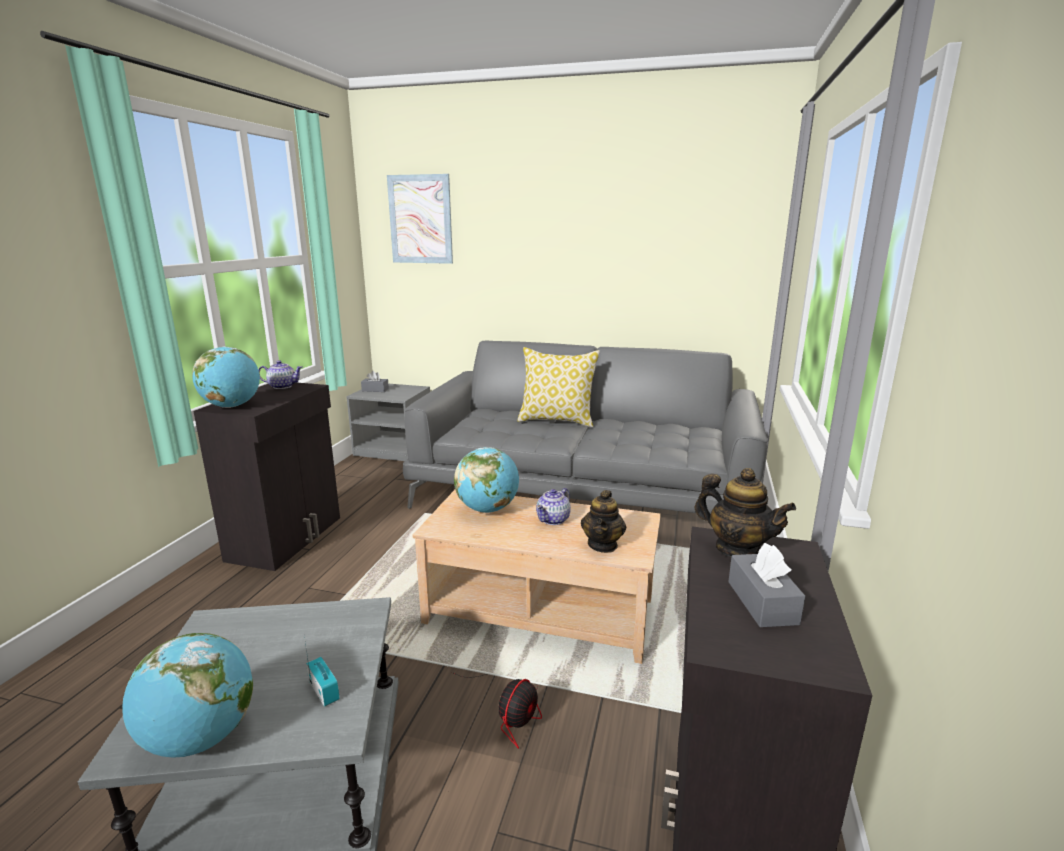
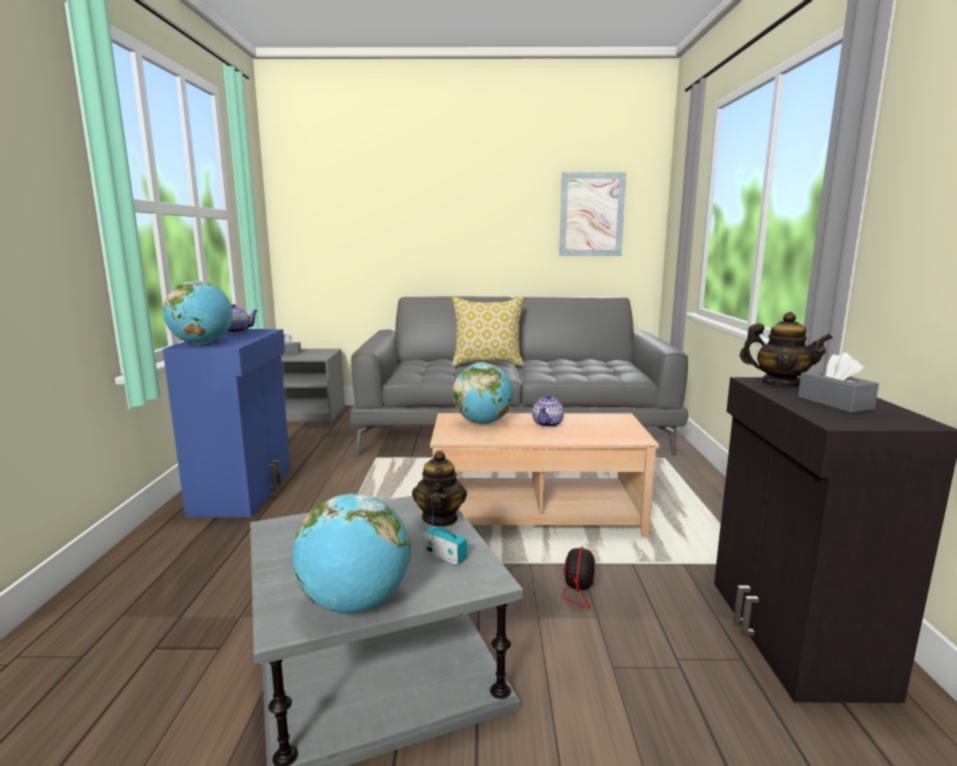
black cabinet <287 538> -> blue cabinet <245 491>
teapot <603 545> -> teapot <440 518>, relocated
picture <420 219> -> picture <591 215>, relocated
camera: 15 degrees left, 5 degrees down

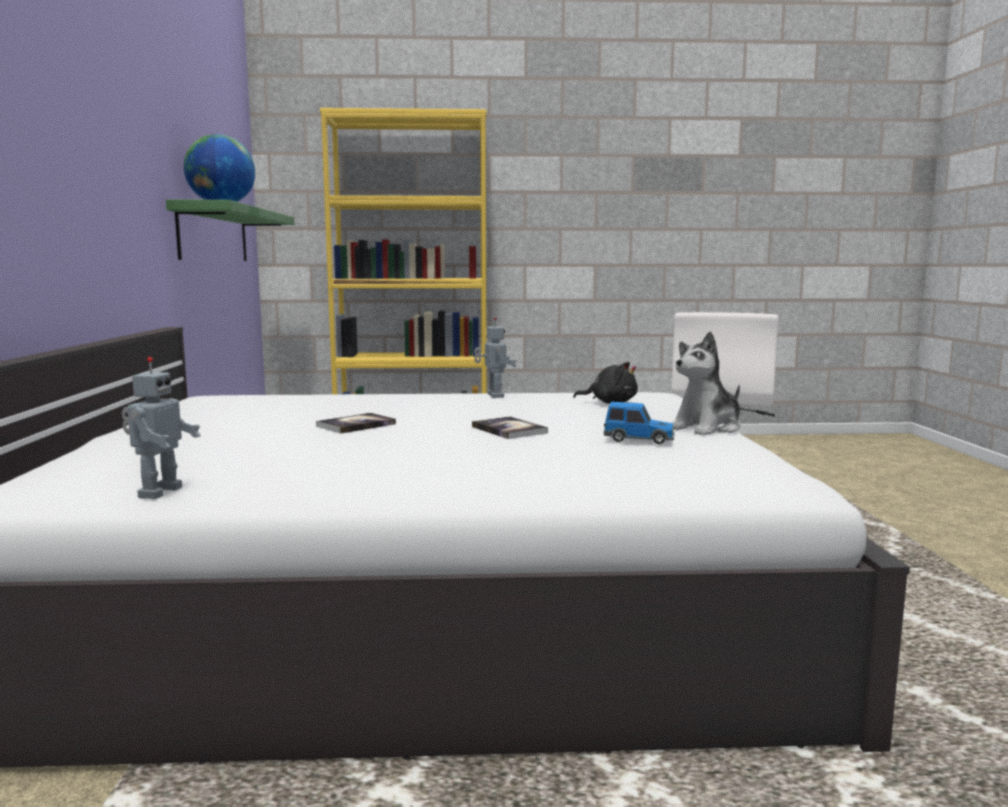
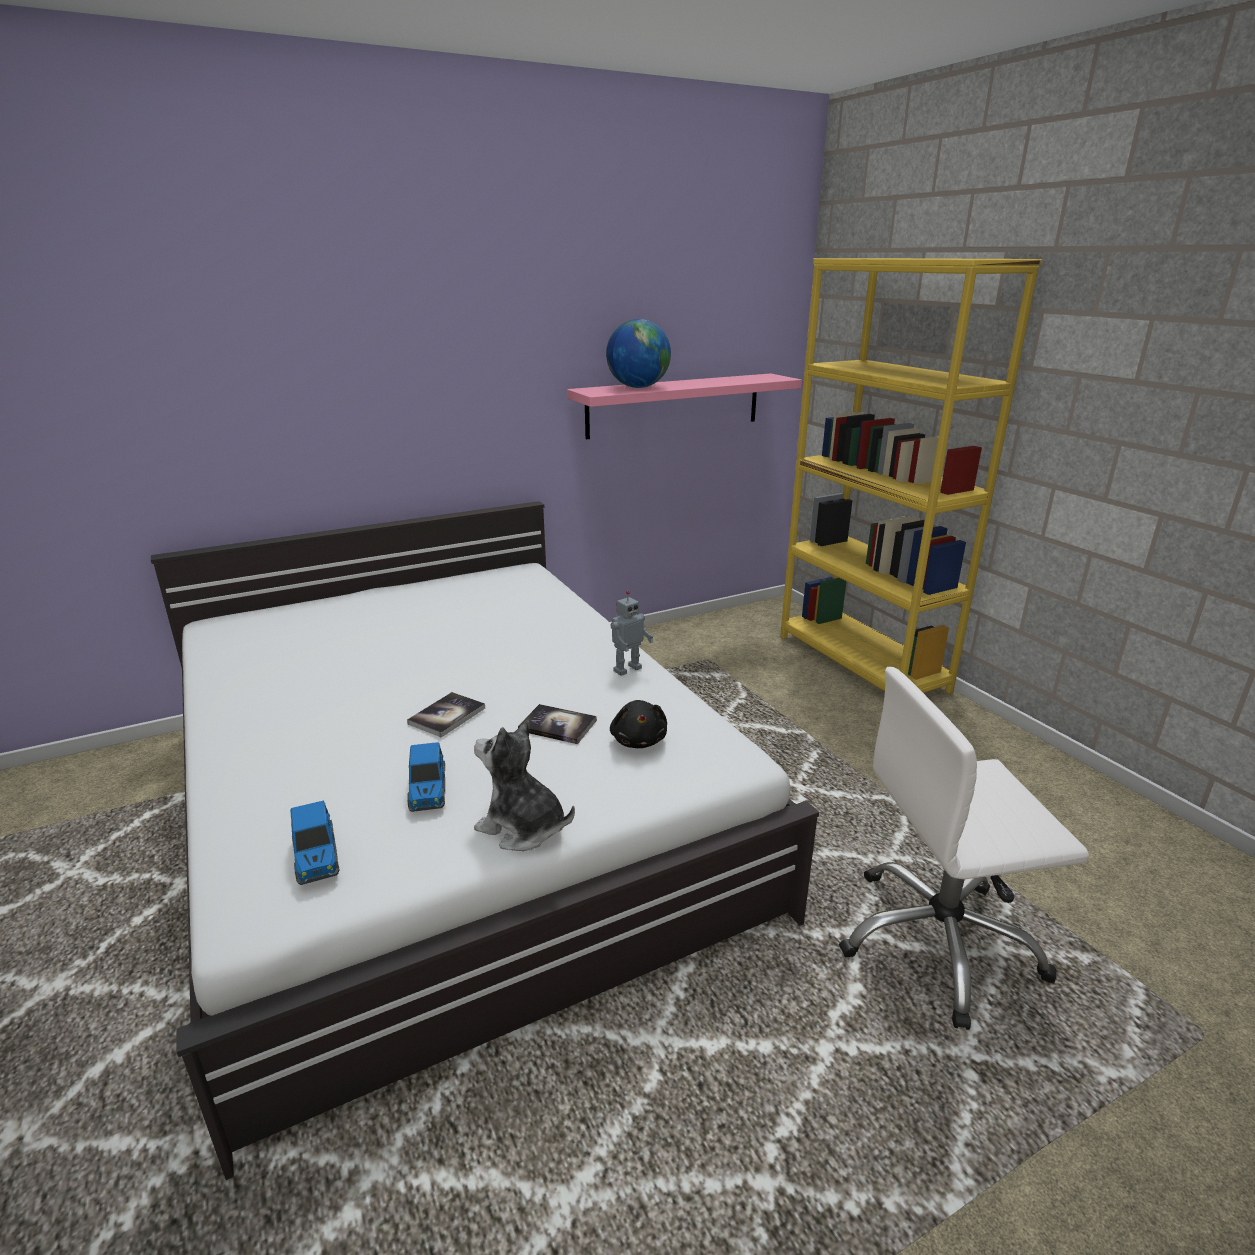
none -> toy car <316 858>
book <356 425> -> book <557 725>, relocated
green shelf <214 235> -> pink shelf <674 405>
toy robot <158 492> -> none
camera: 65 degrees right, 15 degrees up

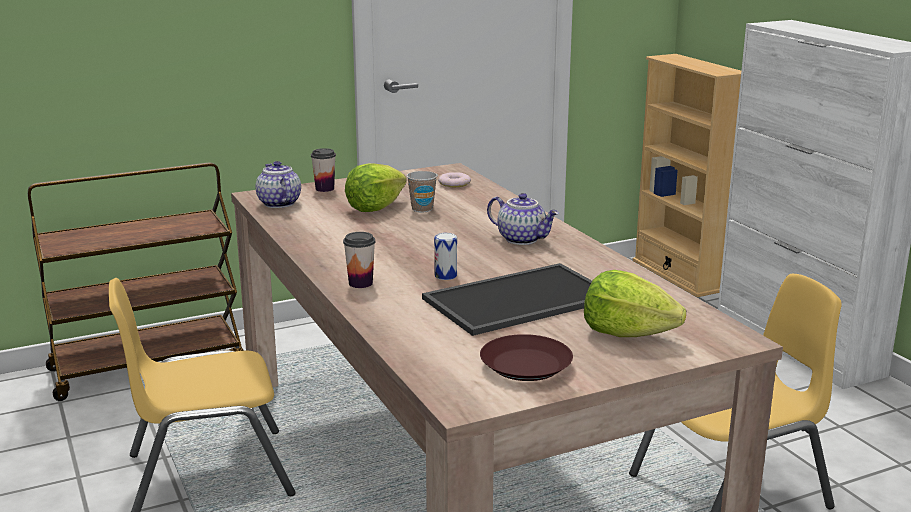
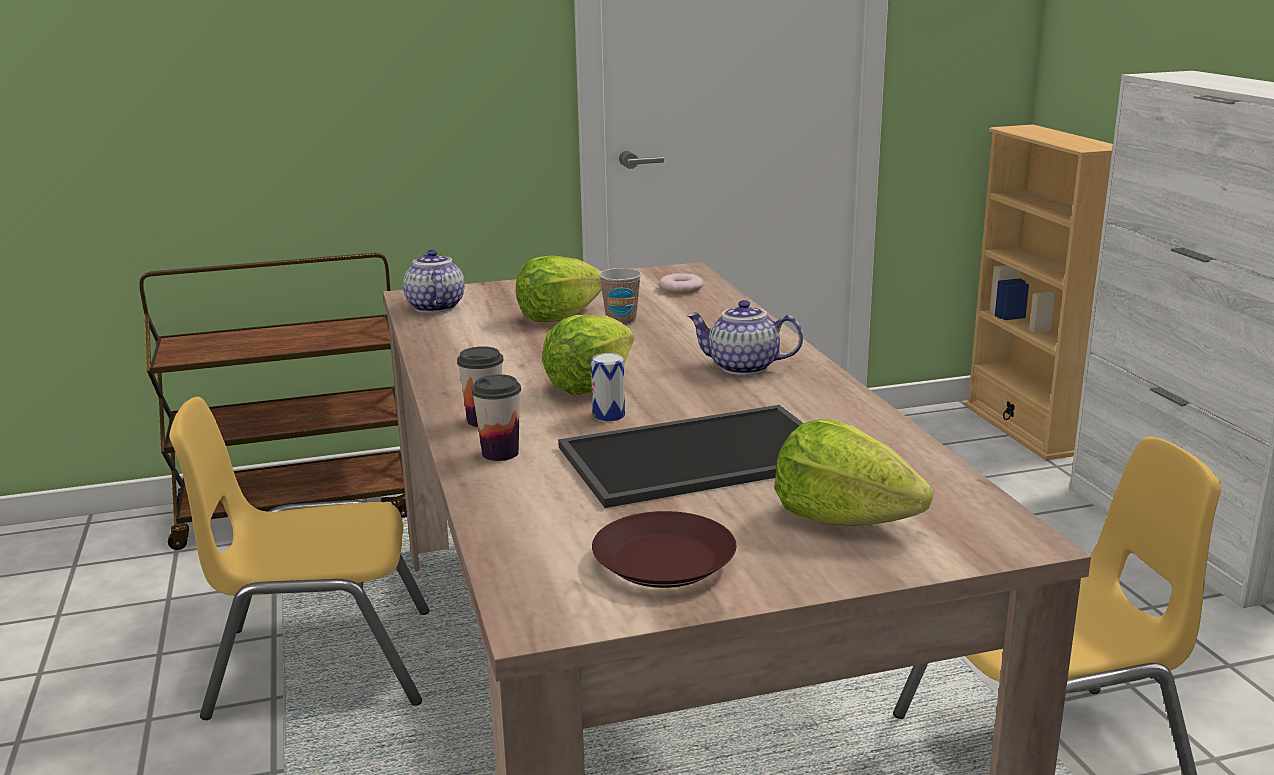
cup <324 189> -> cup <500 453>, relocated
none -> lettuce <590 385>
teapot <522 239> -> teapot <742 368>, 150 degrees clockwise
camera: 10 degrees right, 0 degrees up

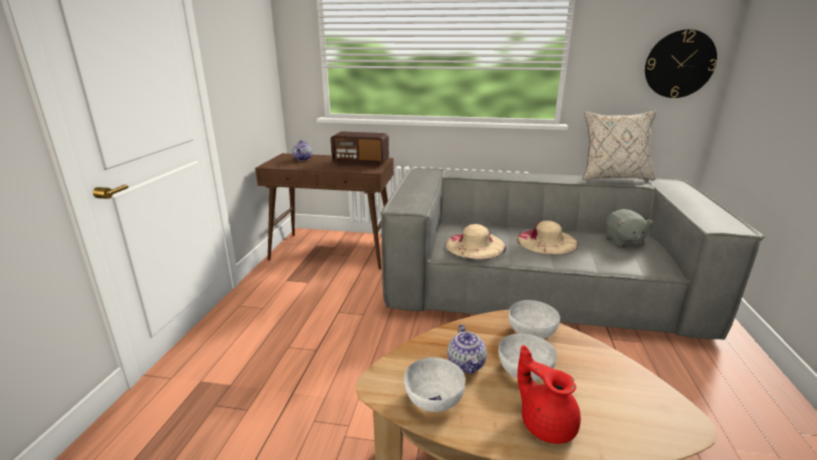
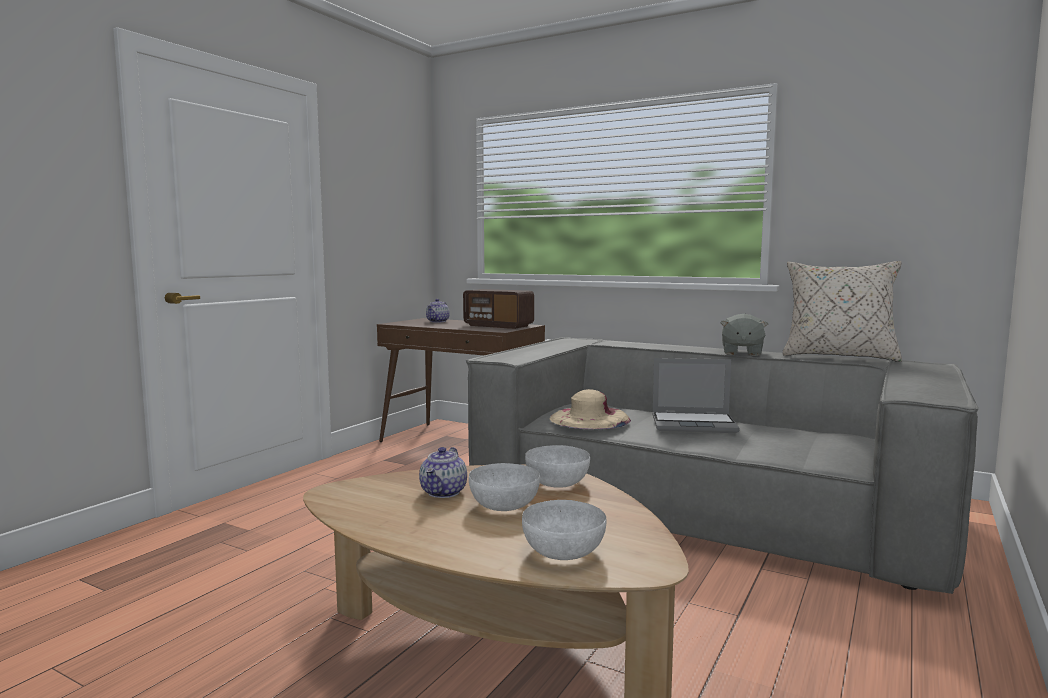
white bowl <434 398> -> white bowl <564 551>, relocated
beige hat <546 241> -> laptop <694 424>
grey plush toy <623 240> -> grey plush toy <741 353>, relocated
red teapot <546 423> -> none
wall clock <679 64> -> none
camera: 20 degrees right, 15 degrees down

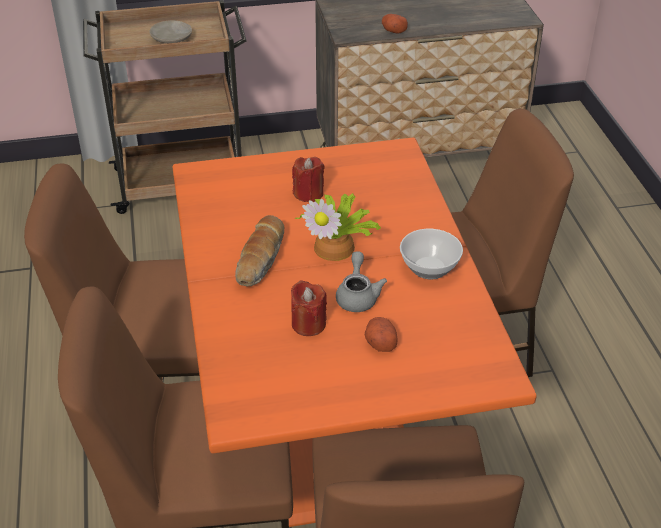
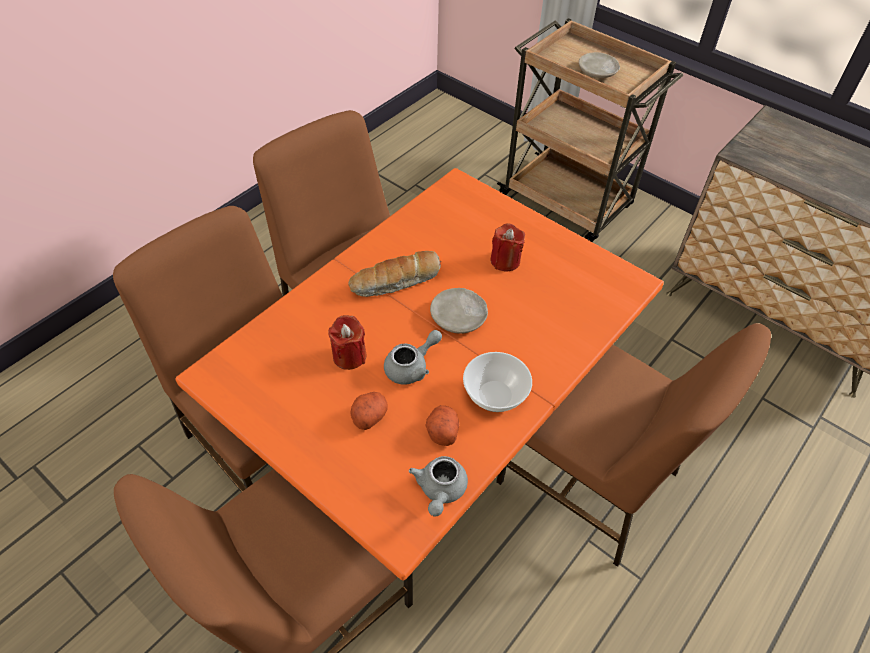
none -> grey teapot <440 491>
potato <393 30> -> potato <442 431>, relocated
potted plant <336 246> -> beige plate <459 317>
camera: 50 degrees right, 10 degrees up

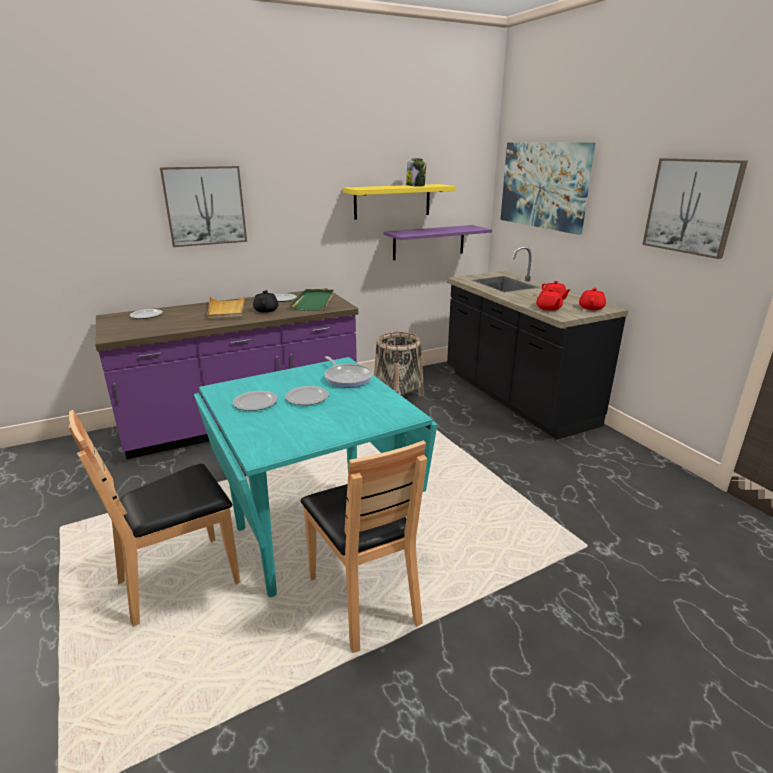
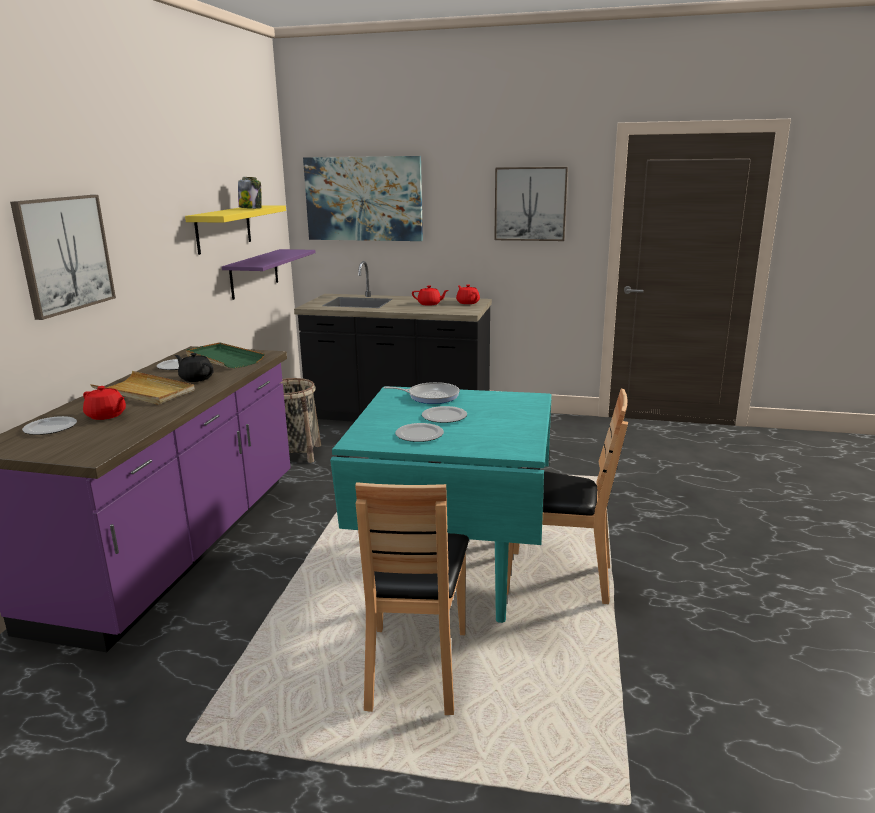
red teapot <548 308> -> red teapot <106 415>, relocated
camera: 50 degrees left, 5 degrees down

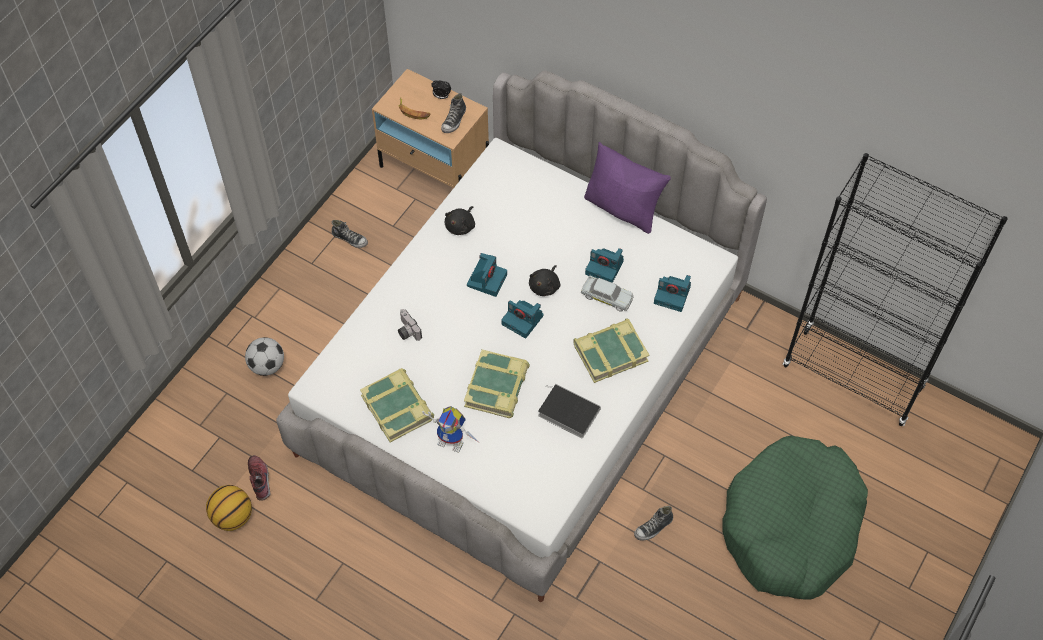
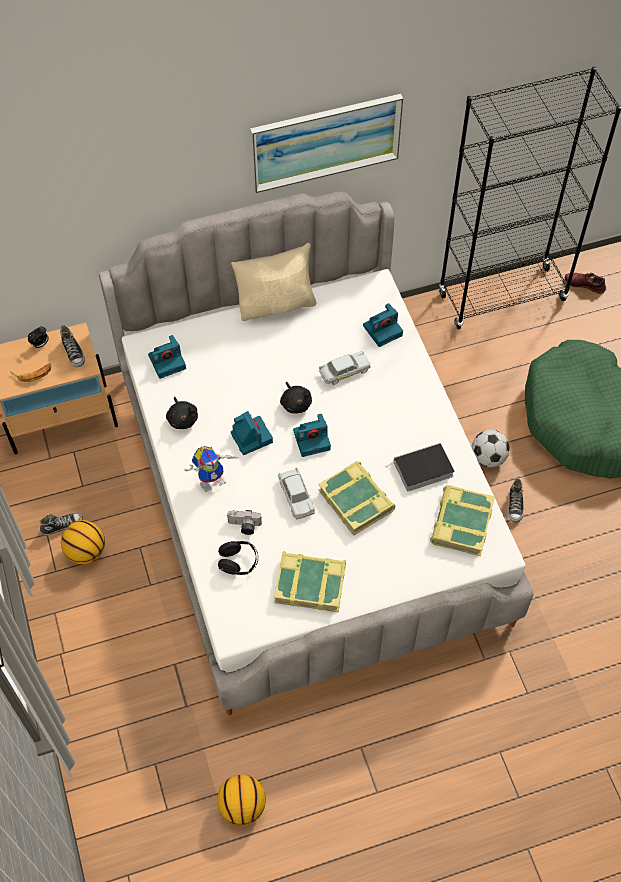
none -> basketball <86 551>
photo camera <605 267> -> photo camera <168 361>, relocated
toy robot <453 441> -> toy robot <213 479>, relocated
none -> black headphones <238 563>
purple pillow <623 208> -> beige pillow <276 304>
none -> picture <325 141>
none -> white toy car <296 496>
book <610 352> -> book <461 523>, relocated
football <267 366> -> football <488 458>, relocated
shoe <260 479> -> shoe <584 284>, relocated
camera: 50 degrees left, 0 degrees up

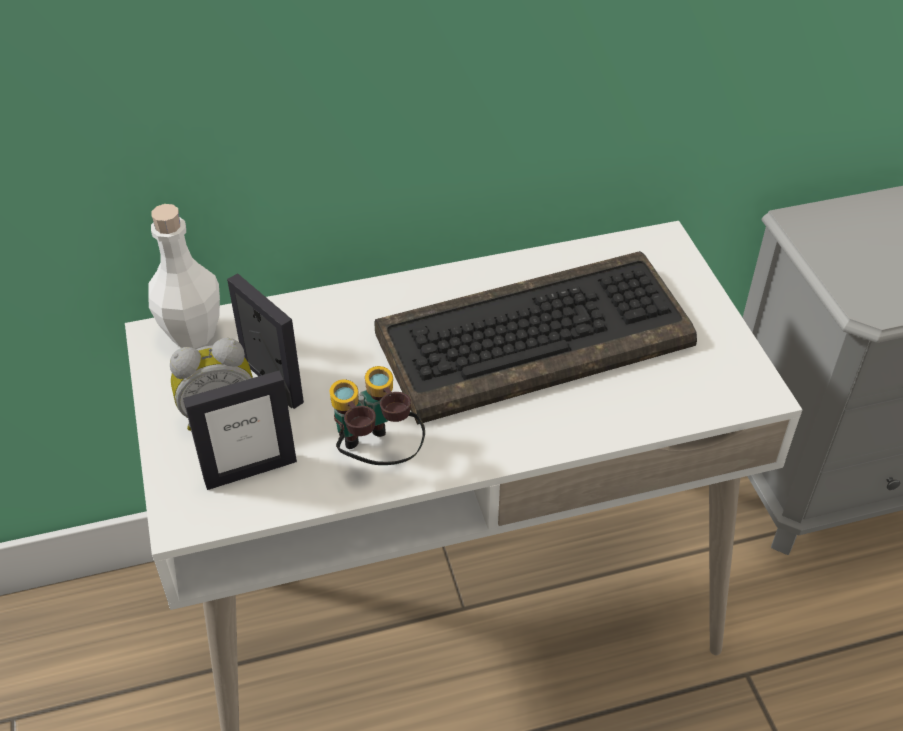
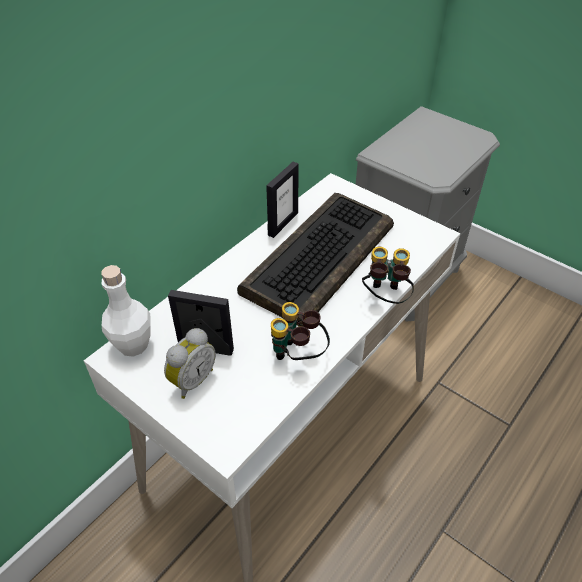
picture frame <250 470> -> picture frame <283 224>, relocated
none -> binoculars <384 297>
camera: 35 degrees left, 0 degrees up

